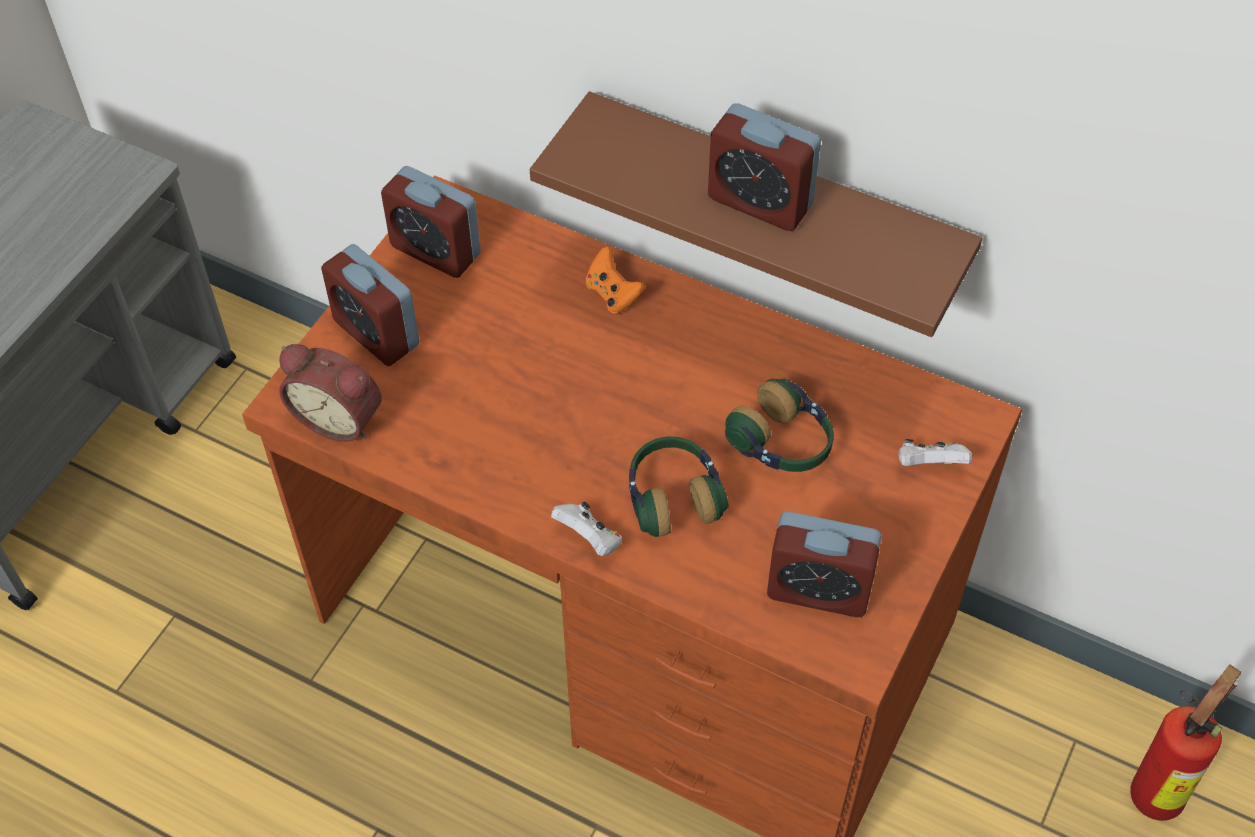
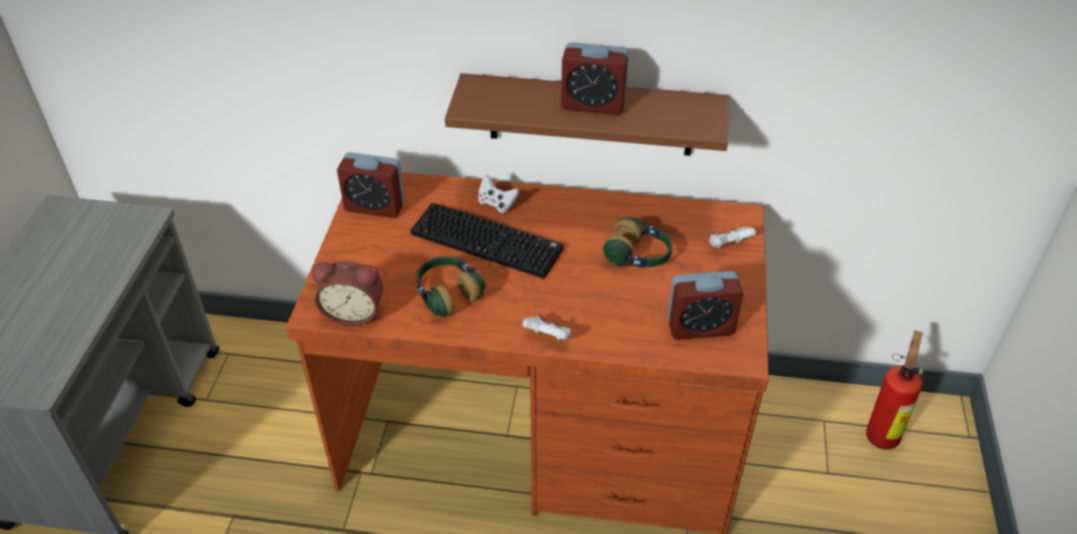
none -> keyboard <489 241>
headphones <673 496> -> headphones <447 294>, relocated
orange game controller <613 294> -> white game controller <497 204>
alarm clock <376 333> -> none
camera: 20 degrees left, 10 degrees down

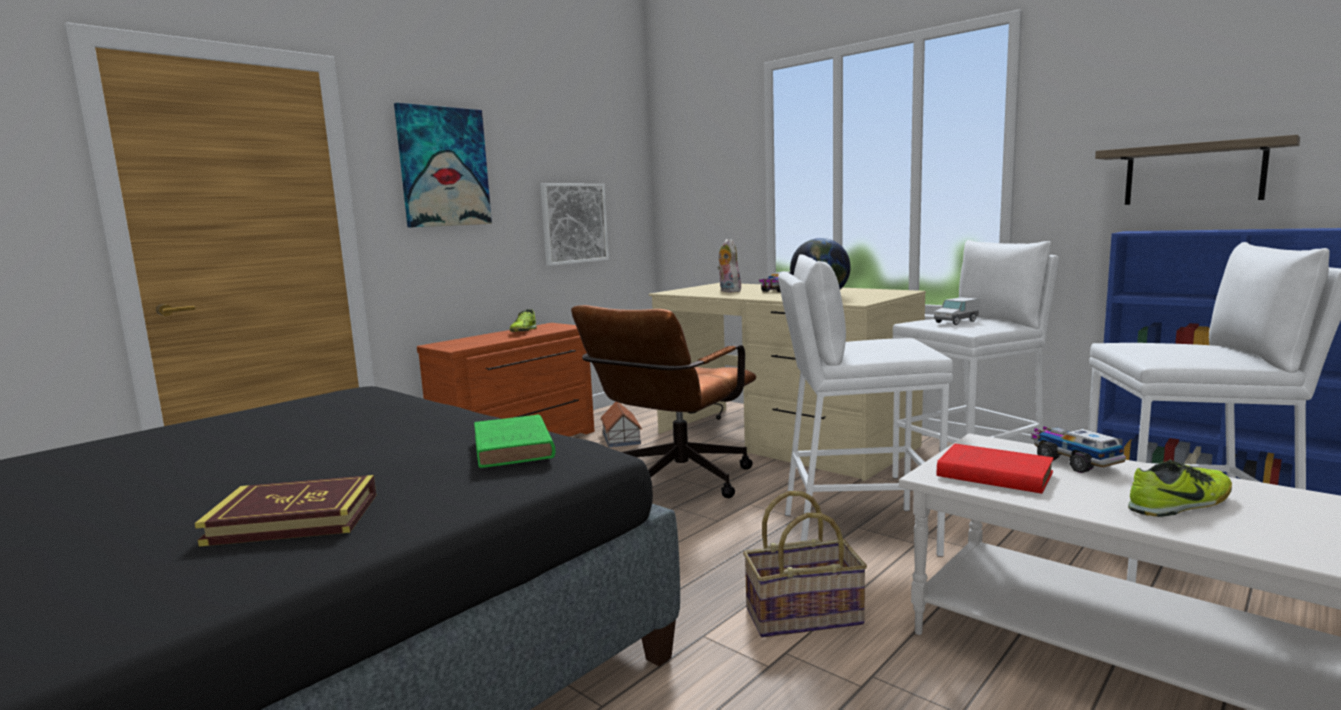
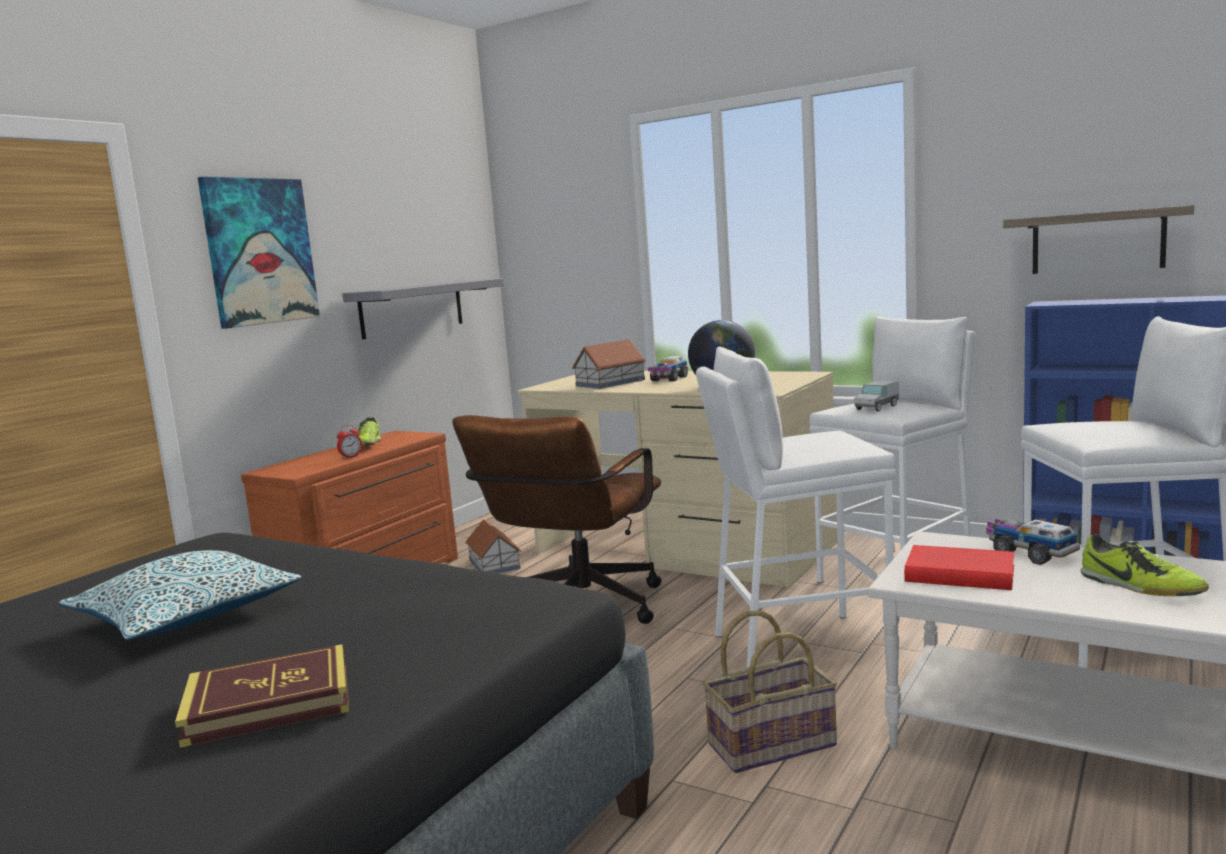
none -> pillow <187 617>
none -> alarm clock <351 457>
picture <574 223> -> grey shelf <412 308>
plush toy <728 291> -> toy house <611 383>
shoe <1181 504> -> shoe <1140 588>, 90 degrees clockwise
green book <513 448> -> none
camera: 10 degrees left, 0 degrees up

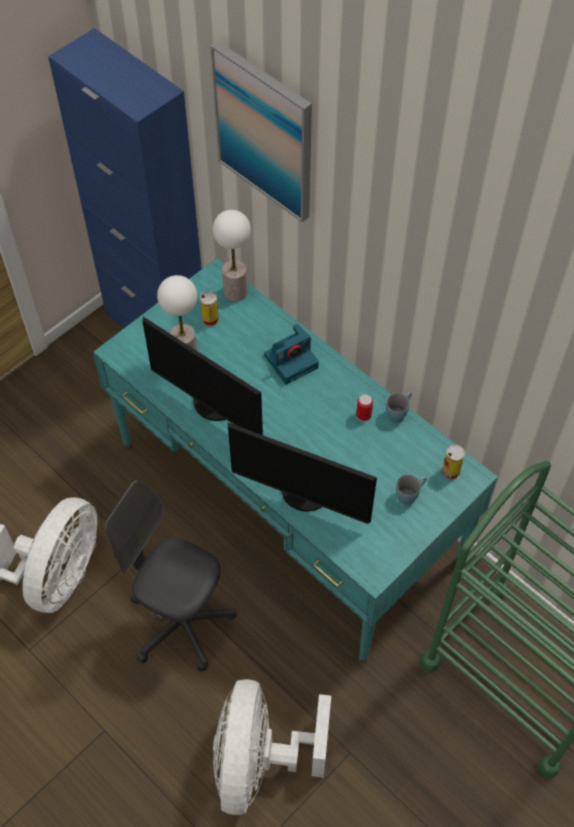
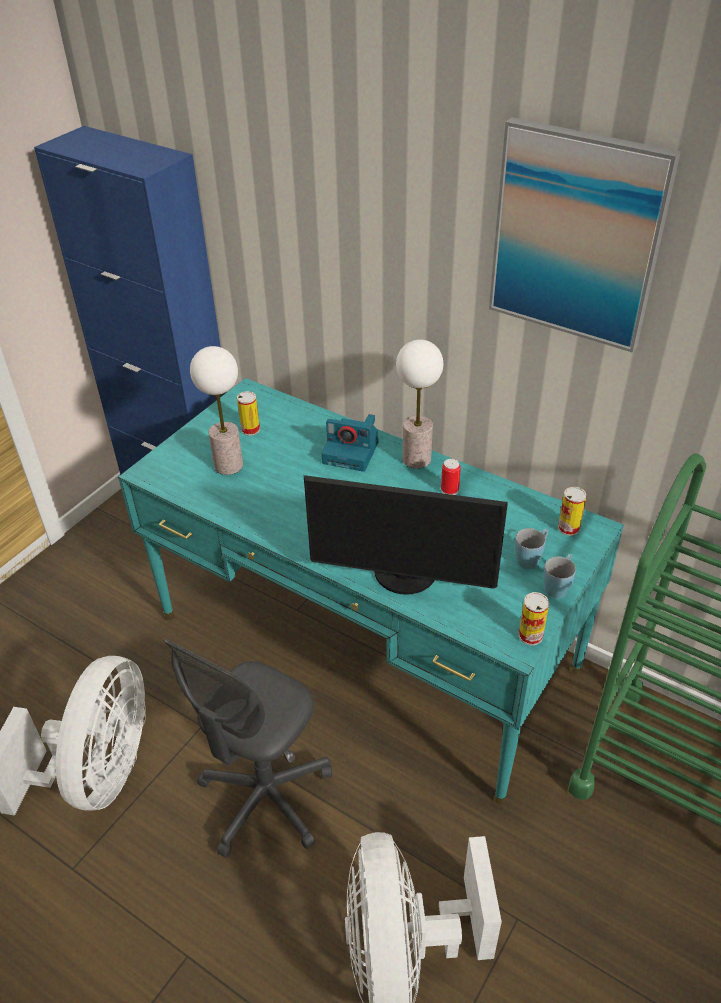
grey office chair <181 623> -> grey office chair <266 798>, 75 degrees counterclockwise
photo camera <291 360> -> photo camera <352 452>, 60 degrees clockwise
table lamp <235 292> -> table lamp <417 459>, relocated
picture <265 132> -> picture <576 236>, relocated
none -> can <530 635>
blue mug <398 413> -> blue mug <558 586>, relocated
monitor <214 404> -> none
camera: 10 degrees left, 15 degrees down

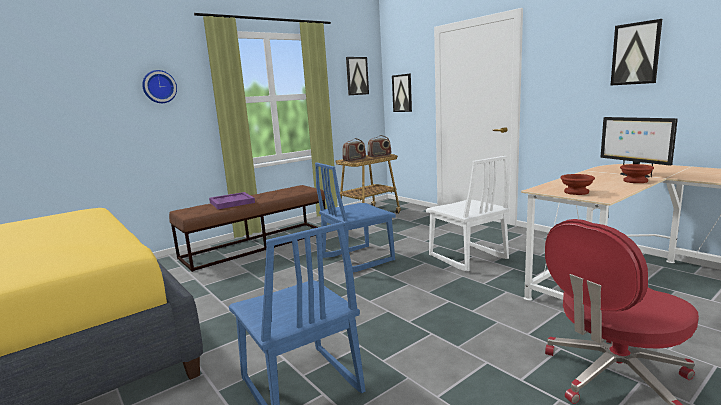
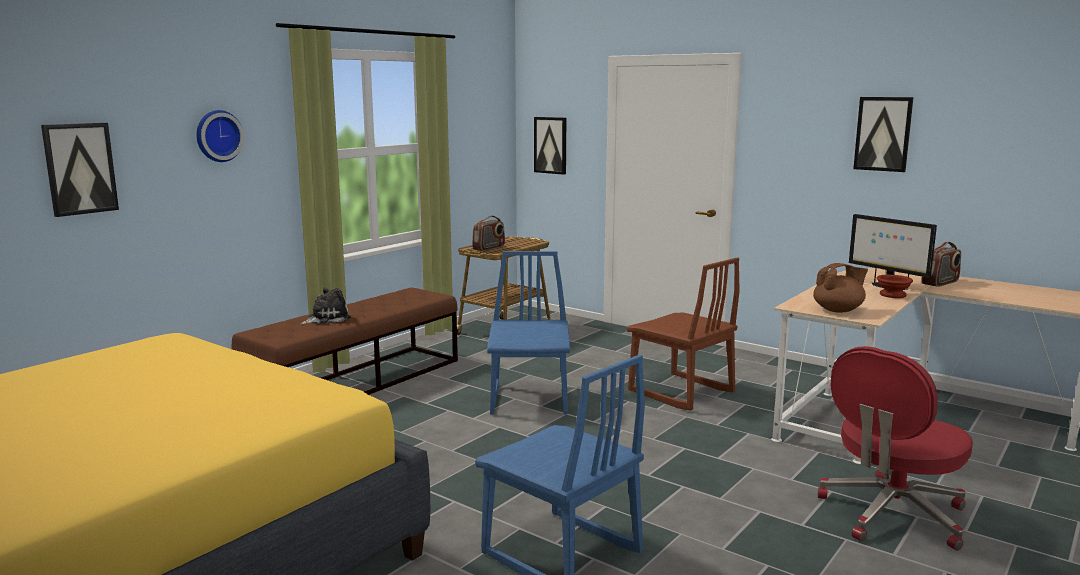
picture <357 76> -> picture <80 168>, relocated
purple tray <231 202> -> plush toy <327 318>
blue chair <357 259> -> blue chair <530 400>, 135 degrees clockwise
white chair <467 258> -> brown chair <680 392>
brown bowl <577 192> -> brown teapot <838 310>
radio <379 156> -> radio <940 283>, relocated
camera: 15 degrees left, 0 degrees up

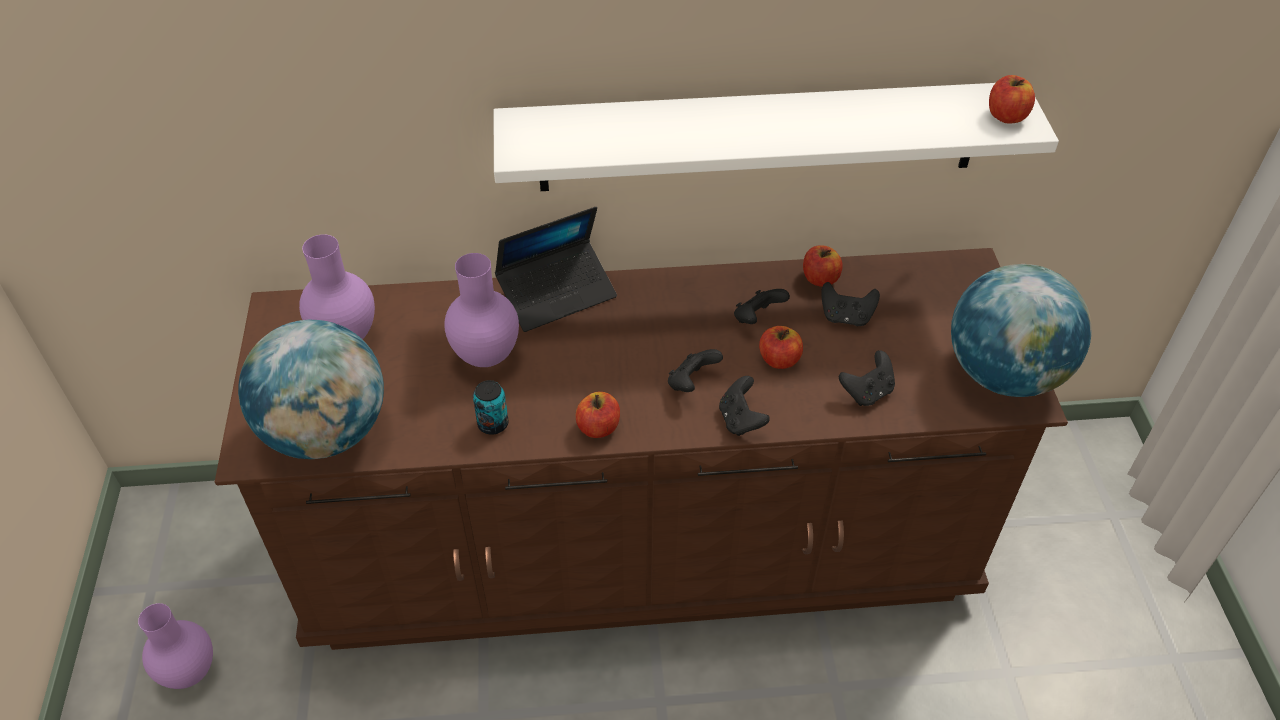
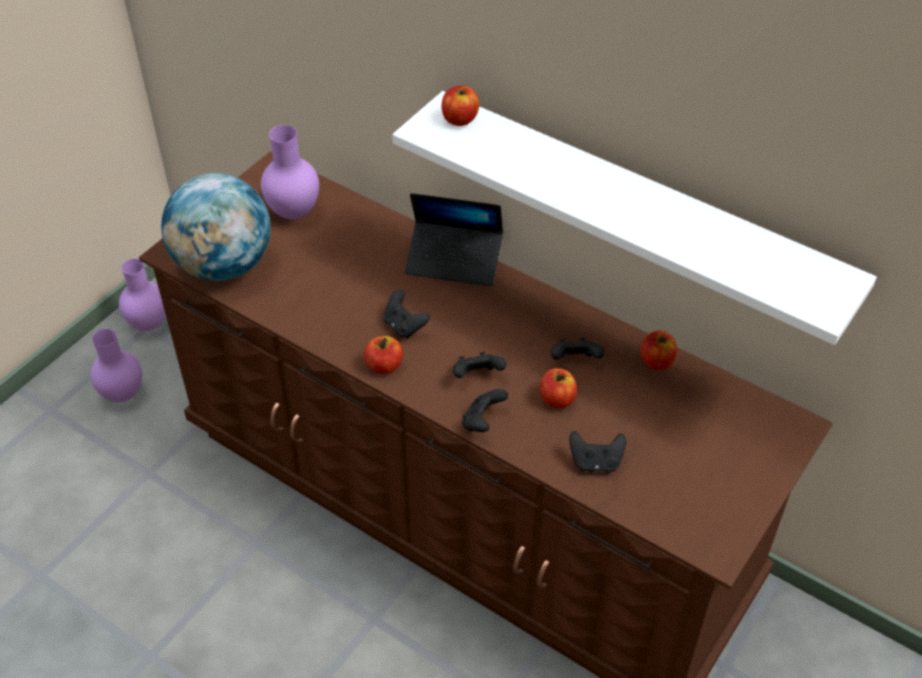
purple vase <487 357> -> purple vase <149 325>, relocated
black game controller <846 317> -> black game controller <404 326>, relocated
apple <1006 116> -> apple <459 119>, relocated
can <493 424> -> none
globe <1004 374> -> none
camera: 40 degrees right, 0 degrees up

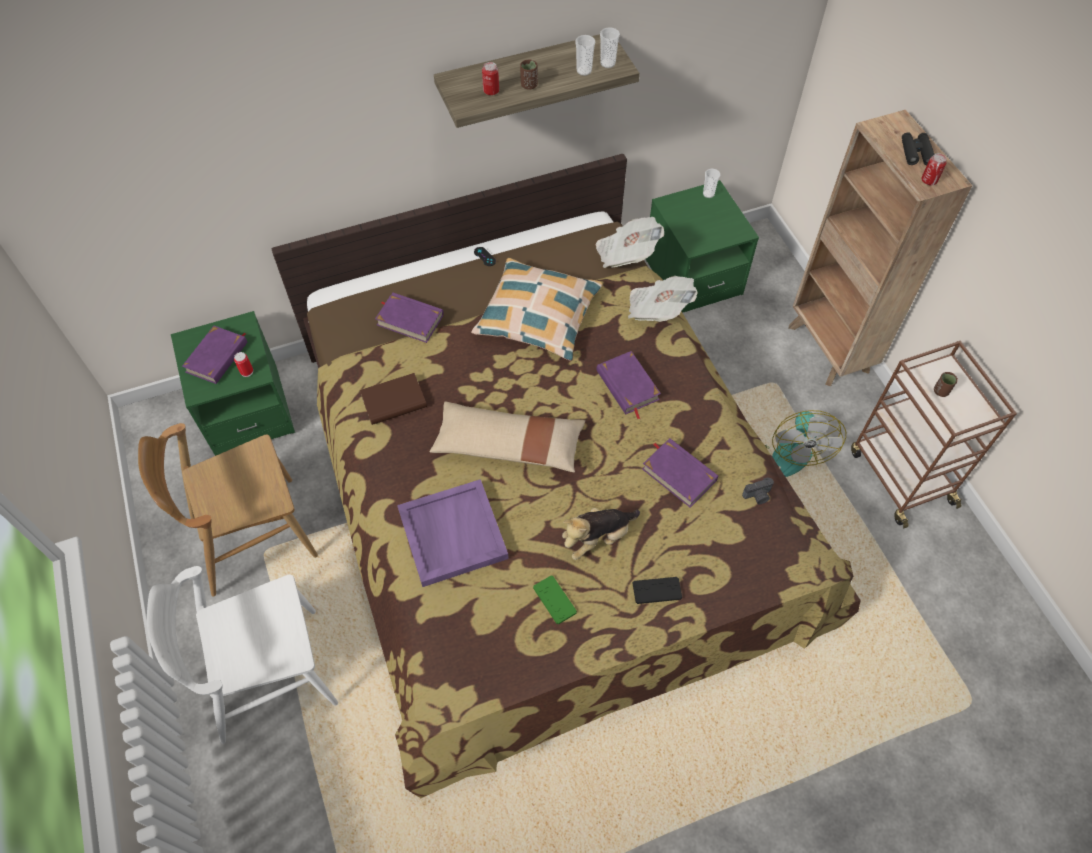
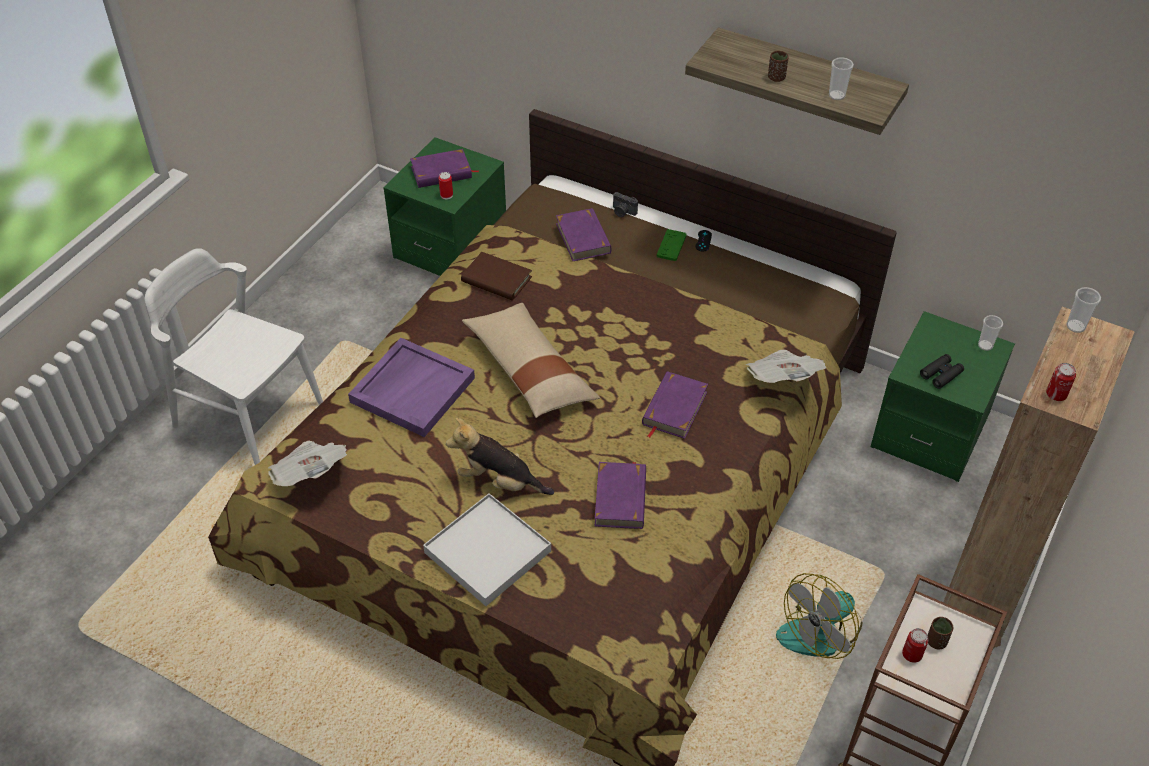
newspaper <626 254> -> newspaper <310 475>, relocated
black game controller <657 590> -> white tray <488 552>
photo camera <758 496> -> photo camera <623 212>, relocated
green game controller <554 600> -> green game controller <671 246>, relocated
can <491 91> -> can <912 654>, relocated
black binoculars <915 152> -> black binoculars <941 374>, relocated
cup <607 63> -> cup <1075 326>, relocated
brown chair <252 535> -> none
pillow <538 316> -> none
camera: 50 degrees right, 10 degrees down

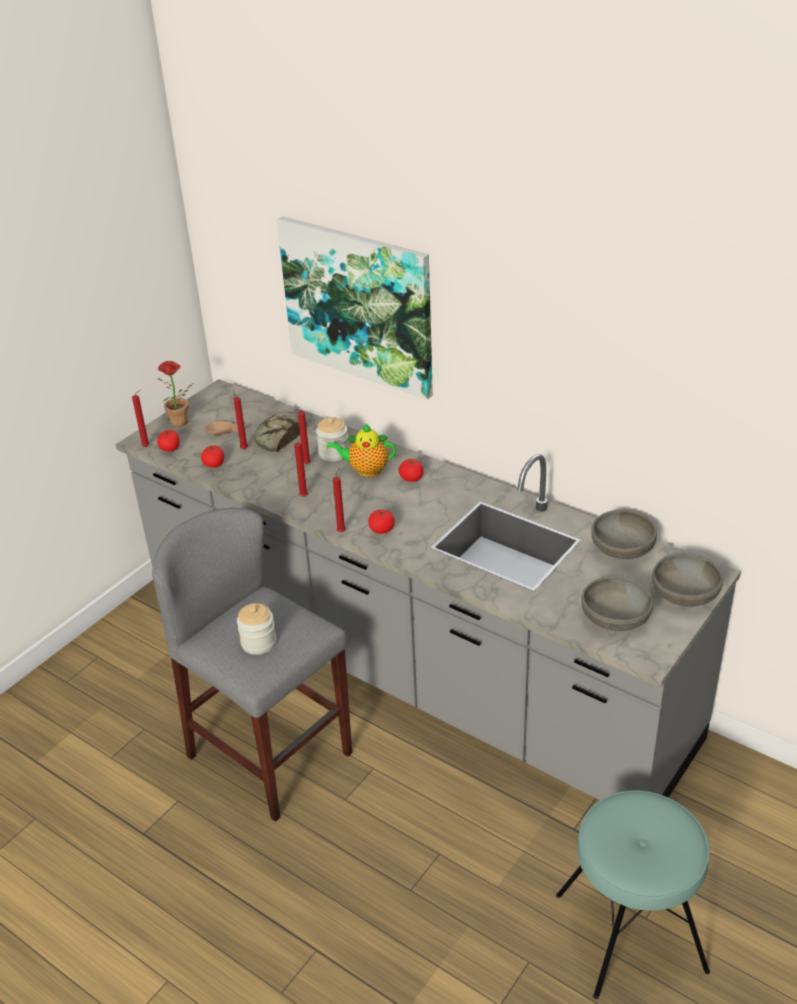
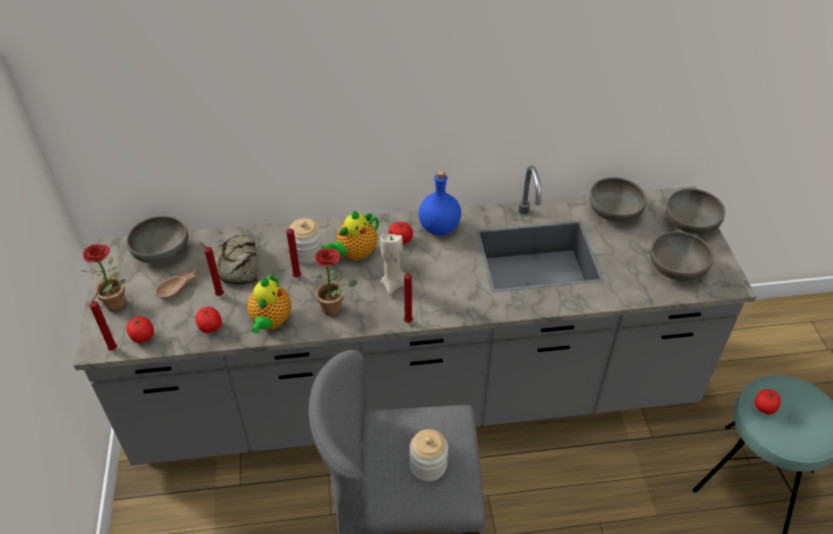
none -> grey bowl <162 252>
none -> teapot <271 321>
red candle <304 497> -> potted plant <336 309>
none -> beige candle <393 285>
none -> blue bottle <438 228>
tomato <382 529> -> tomato <764 407>, relocated
picture <358 305> -> none
camera: 45 degrees left, 10 degrees up

